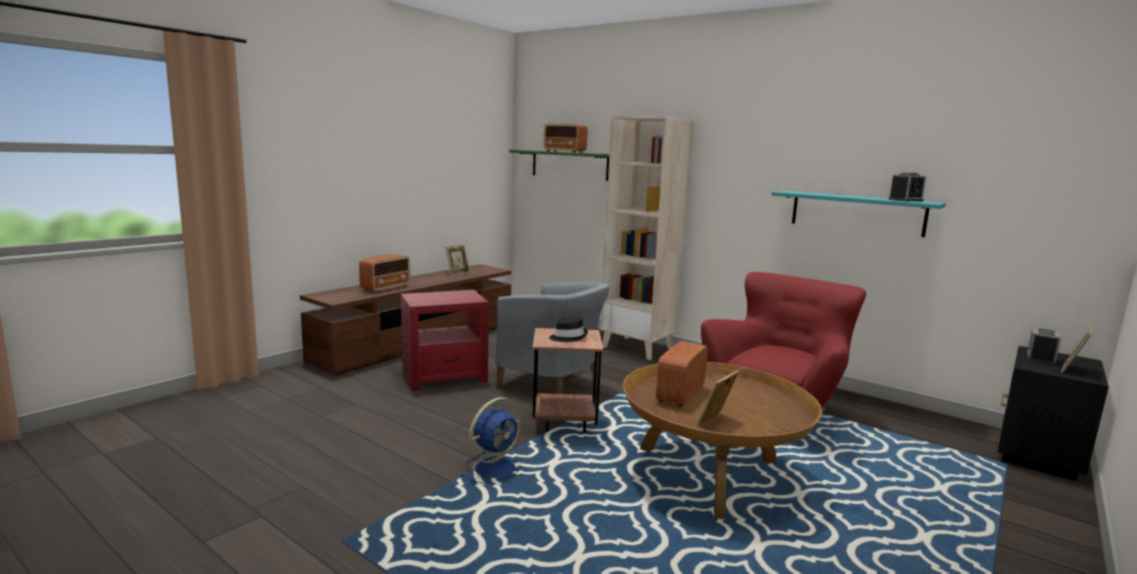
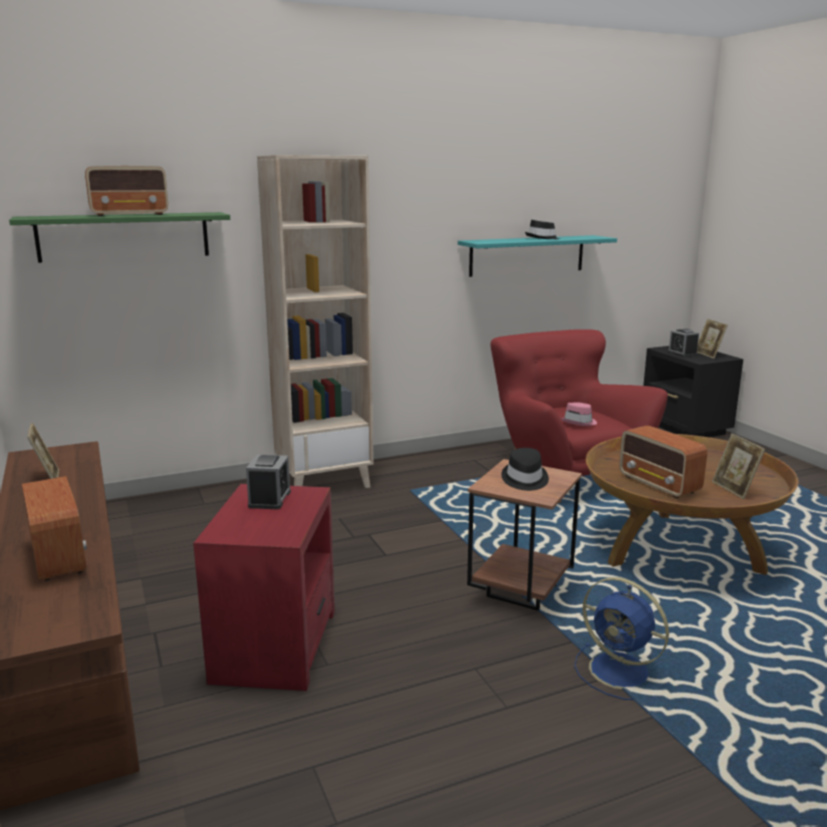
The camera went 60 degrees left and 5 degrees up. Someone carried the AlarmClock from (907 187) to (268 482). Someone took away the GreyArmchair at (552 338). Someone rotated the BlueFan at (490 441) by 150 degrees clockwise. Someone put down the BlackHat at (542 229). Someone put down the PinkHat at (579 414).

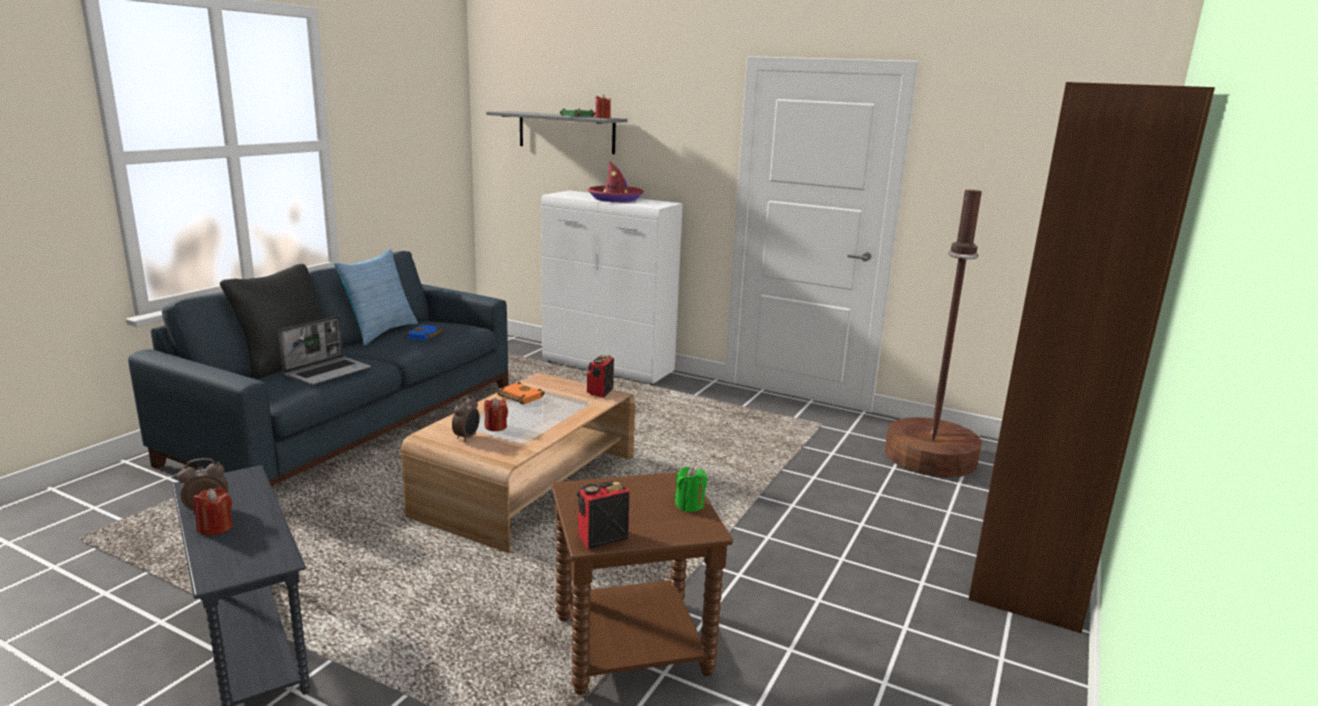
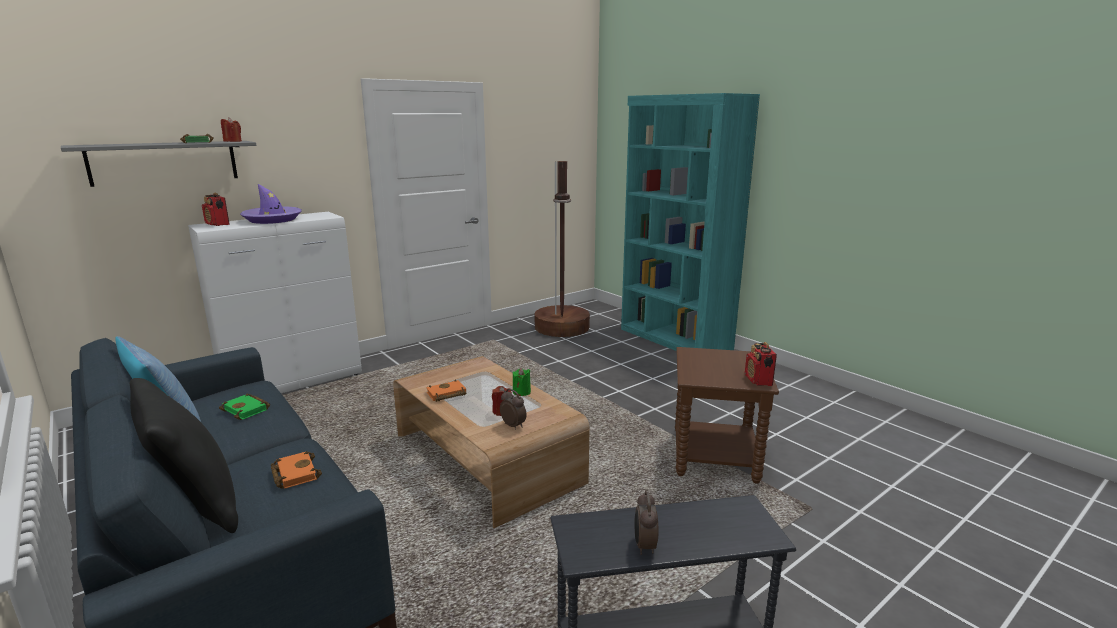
The camera went 65 degrees left and 0 degrees up. Someone repainted the BrownBookcase at (1091 357), which became the TurquoiseBookcase at (690 222). Someone repainted the RedHat at (615 181), which became the PurpleHat at (271 204). Someone swapped the Laptop at (325 350) for the OrangeBook at (296 470). Someone repainted the BlueBook at (423 332), which became the GreenBook at (244 406). Someone carried the Radio from (600 376) to (215 209). Someone carried the GreenCandle from (691 489) to (522 382). Someone took away the RedCandle at (212 511).

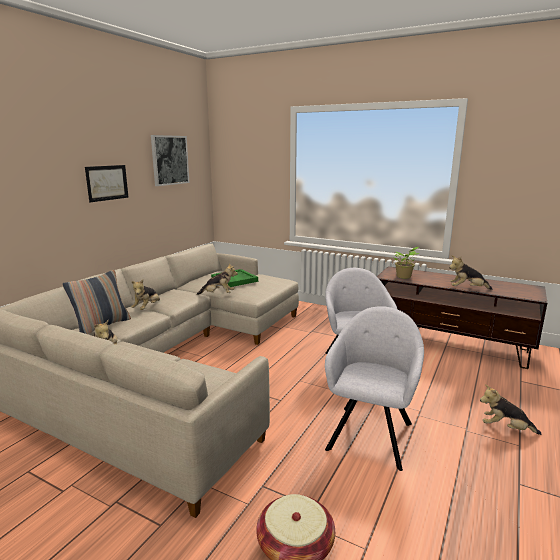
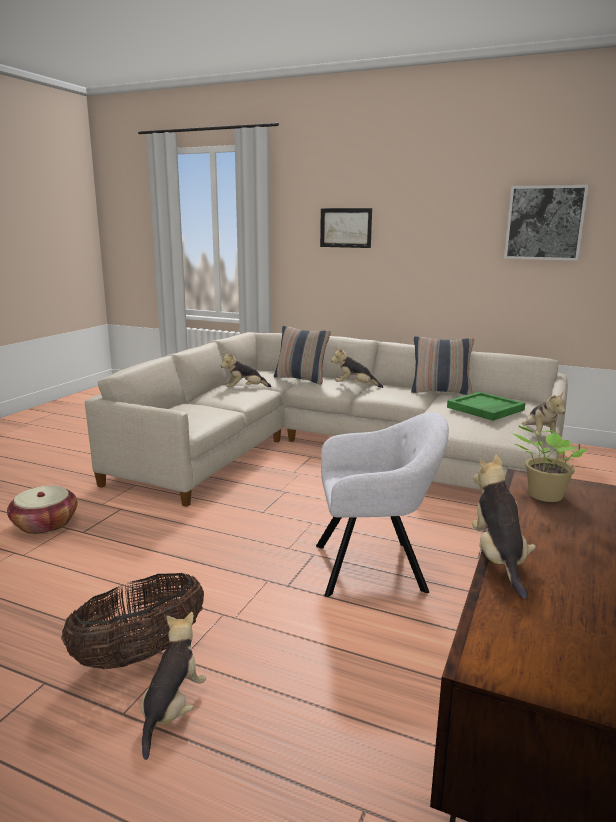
The camera went 85 degrees right and 0 degrees up. Someone carried the Picture from (106 183) to (346 228). Someone carried the PlushToy from (217 279) to (543 413). Someone took away the GreyArmchair at (374 388). Someone put down the Pillow at (442 365). Someone put down the Basket at (132 621).

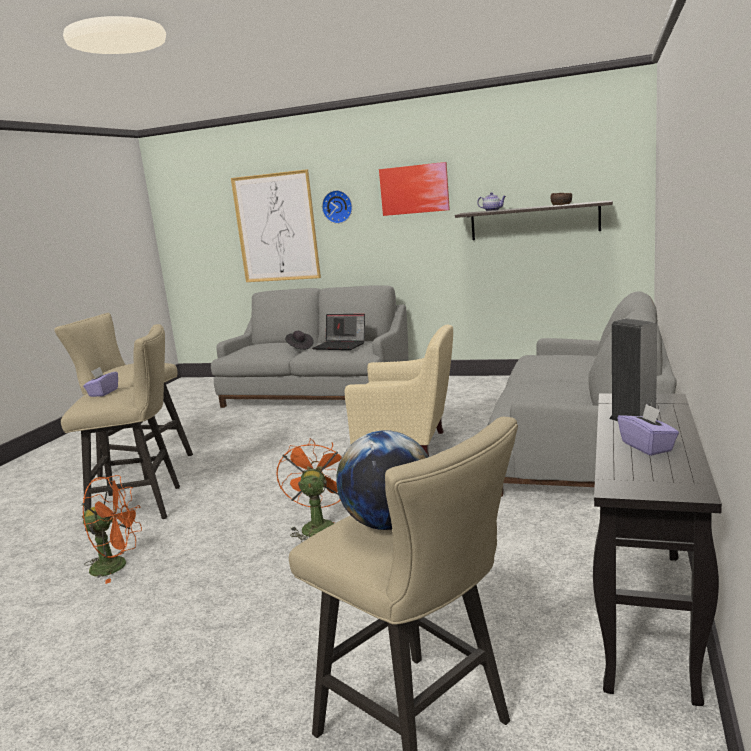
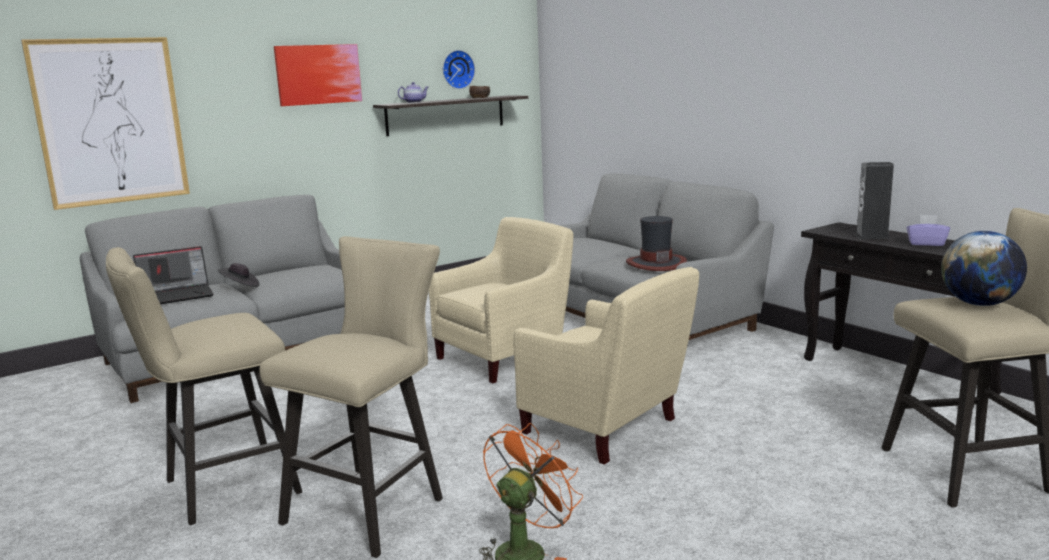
The camera went 55 degrees left and 0 degrees up. Someone carried the WallClock from (337 207) to (459 69). Someone carried the Laptop from (338 332) to (173 275). Someone took away the PurpleTissueBox at (100 382). Someone swapped the OrangeFan at (309 490) for the BeigeArmchair at (606 366). Someone put down the Hat at (656 243).

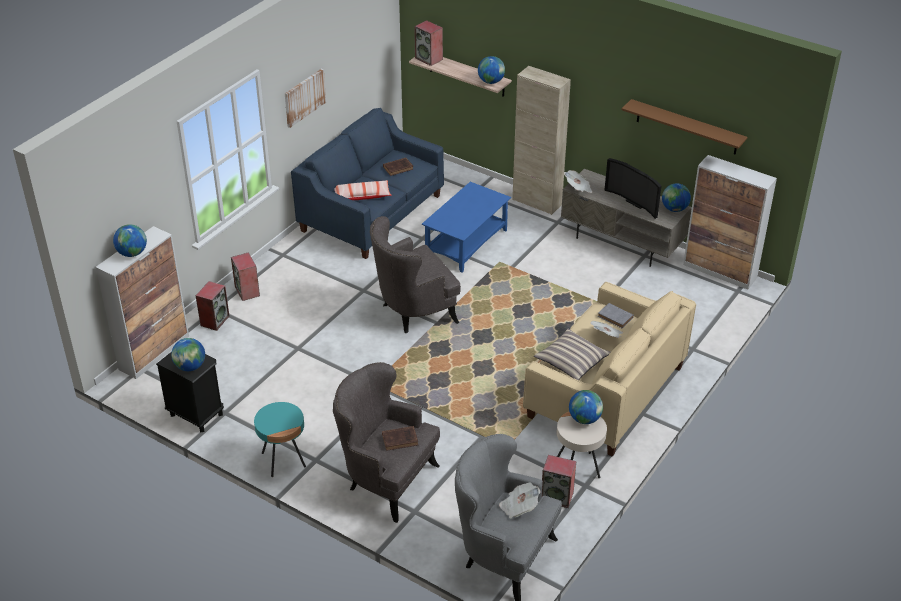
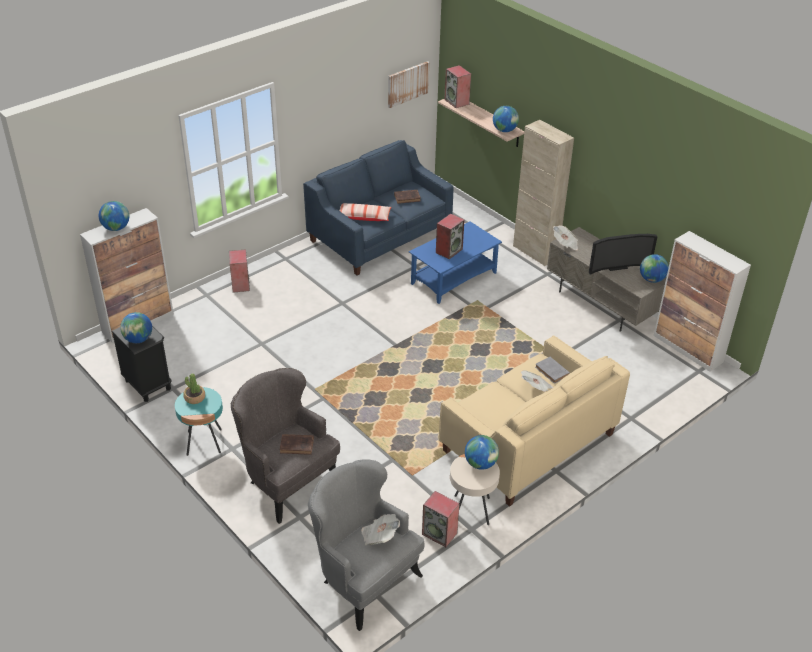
The camera went 15 degrees right and 0 degrees up. Someone carried the Picture from (305 98) to (408 84). Someone took away the BrownShelf at (684 127). Someone rotated the Television at (632 188) by 75 degrees counterclockwise. Someone took away the GreyArmchair at (415 274). Someone carried the Speaker from (213 306) to (450 236). Someone took away the Pillow at (572 354). Someone put down the PottedPlant at (194 389).

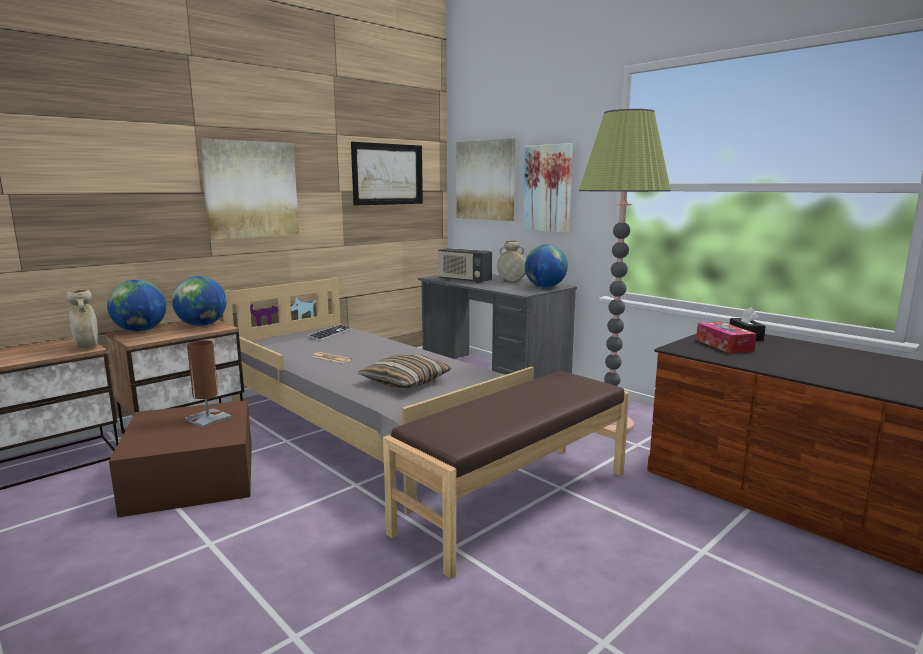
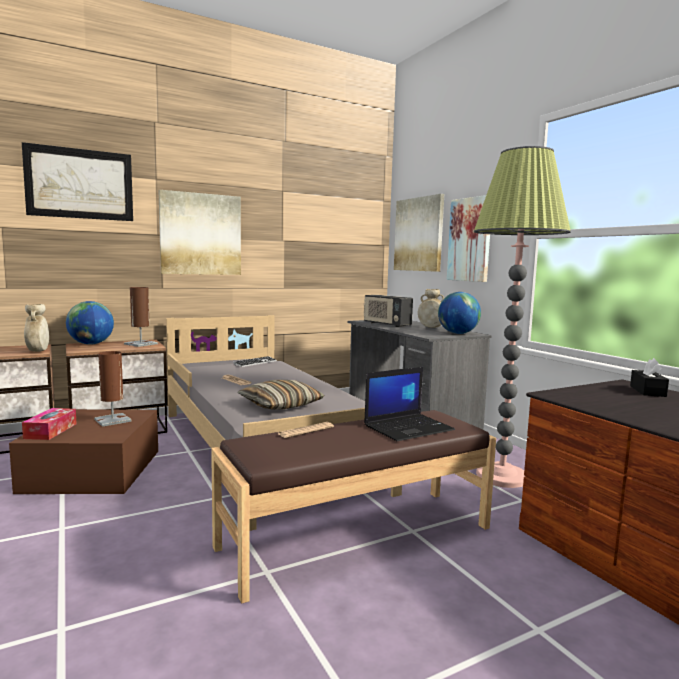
The camera went 15 degrees right and 5 degrees down. Someone carried the Picture from (387 173) to (77 181). Someone swapped the Globe at (199 301) for the BrownTableLamp at (141 317). Someone carried the TissueBox from (726 337) to (49 424). Someone put down the Laptop at (409 404). Someone put down the Newspaper at (306 430).

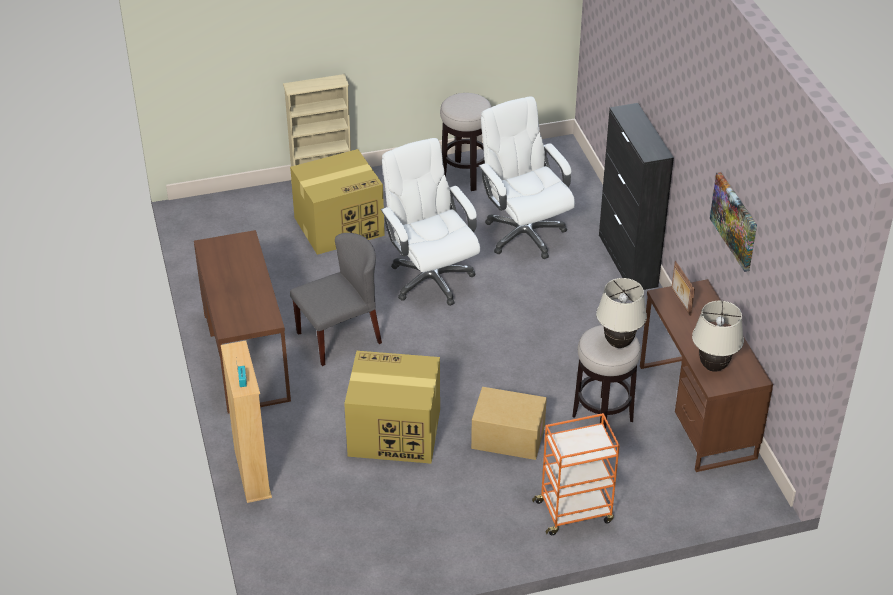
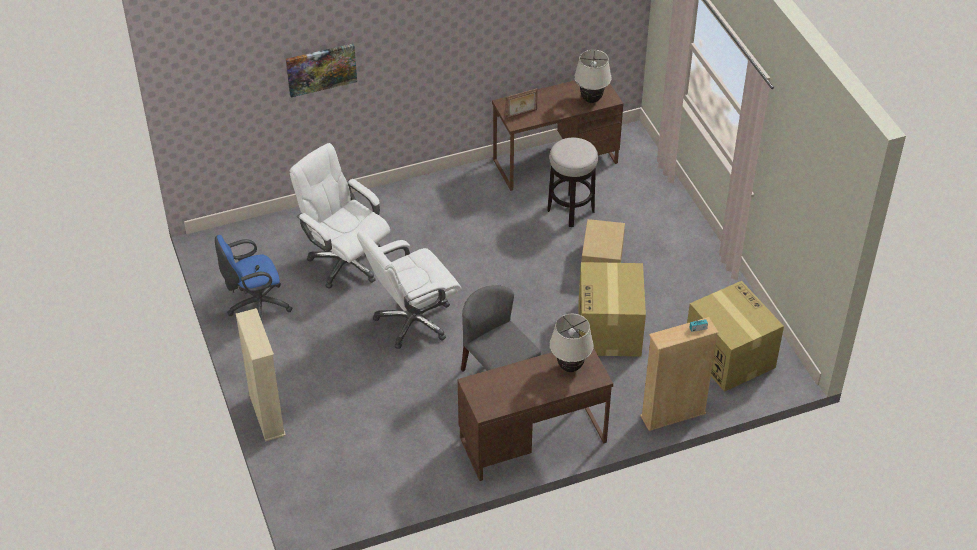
The camera went 95 degrees left and 5 degrees up. Someone swapped the Stool at (466 142) for the BlueOfficeChair at (253 276). Someone rotated the WhiteOfficeChair at (526 178) by 75 degrees clockwise. Someone took away the BlackCabinet at (636 196). Someone carried the CardboardBox from (337 202) to (735 336). Someone carried the Picture from (733 222) to (321 70). Someone carried the BeigeTableLamp from (621 313) to (571 343). Someone took away the OrangeCart at (576 474).

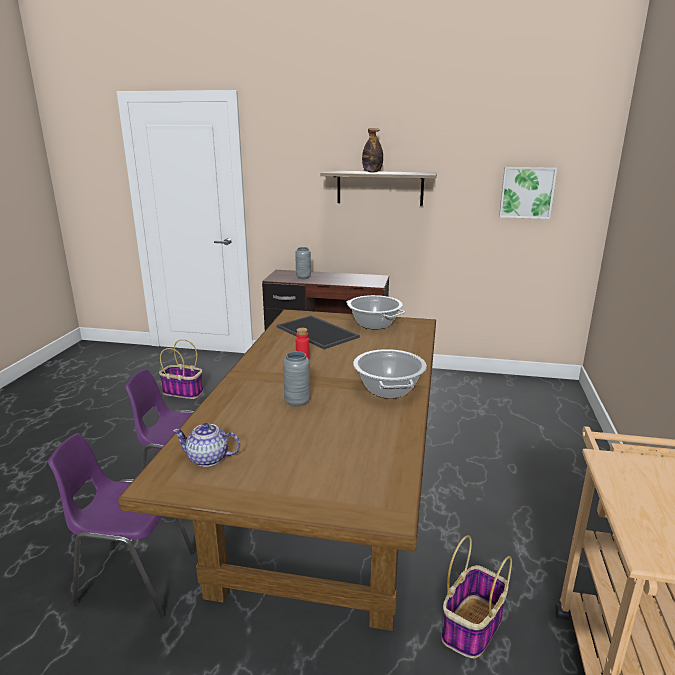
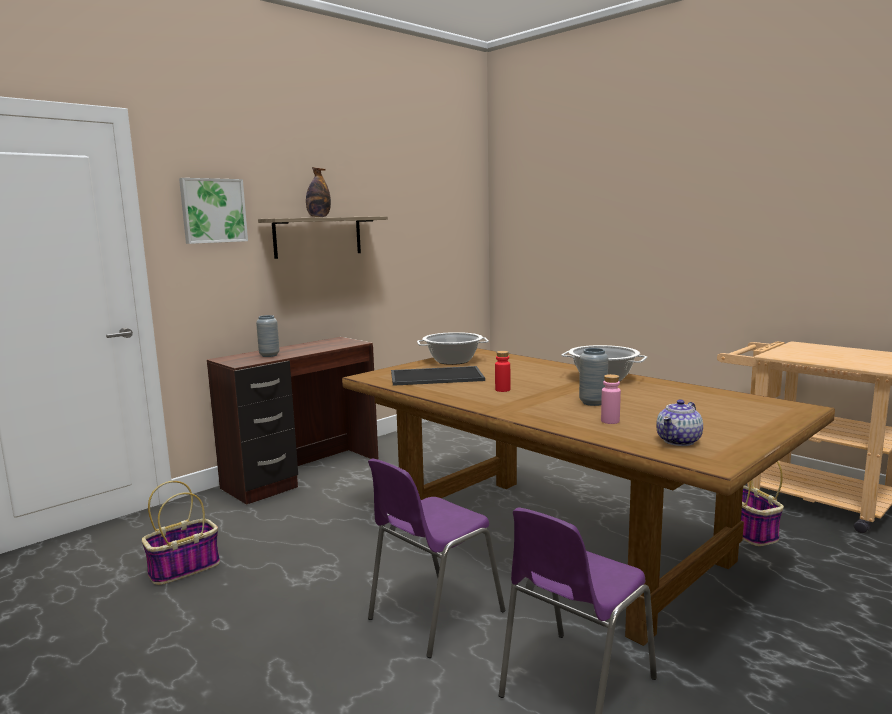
The camera went 55 degrees left and 10 degrees down. Someone carried the Picture from (528 193) to (213 211). Someone put down the PinkBottle at (611 399).

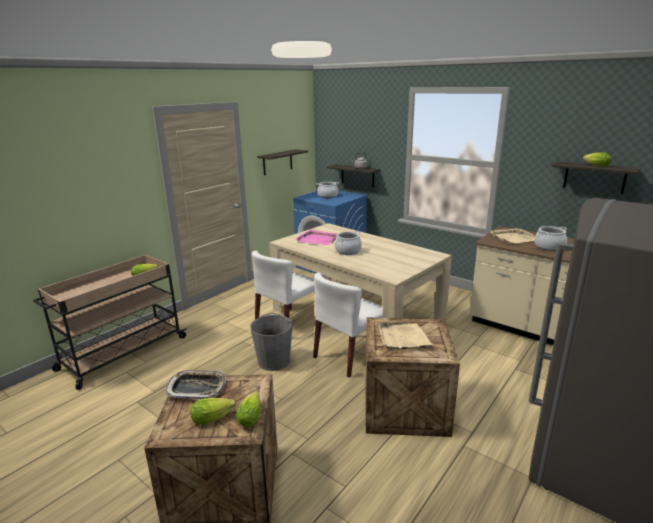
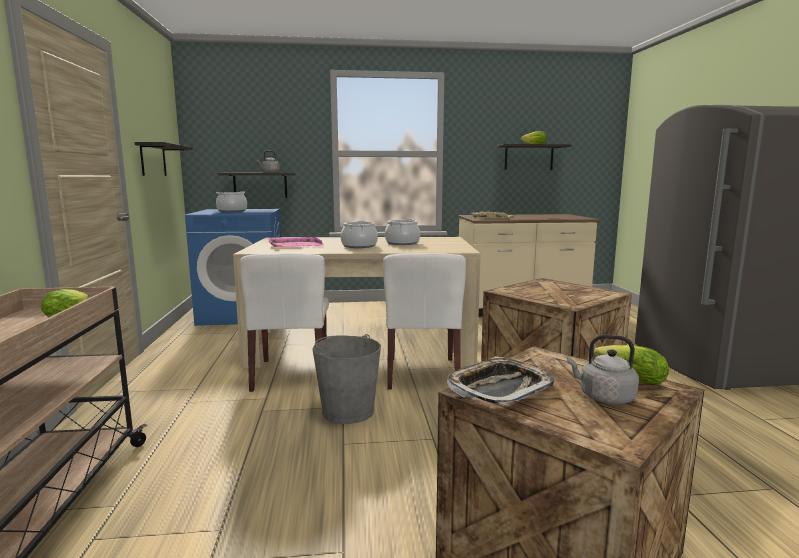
The camera went 45 degrees left and 10 degrees down. Someone carried the CookingPot from (550 238) to (402 232). Someone took away the BeigeTray at (406 335). Someone swapped the Lettuce at (213 411) for the GreyKettle at (603 369).

